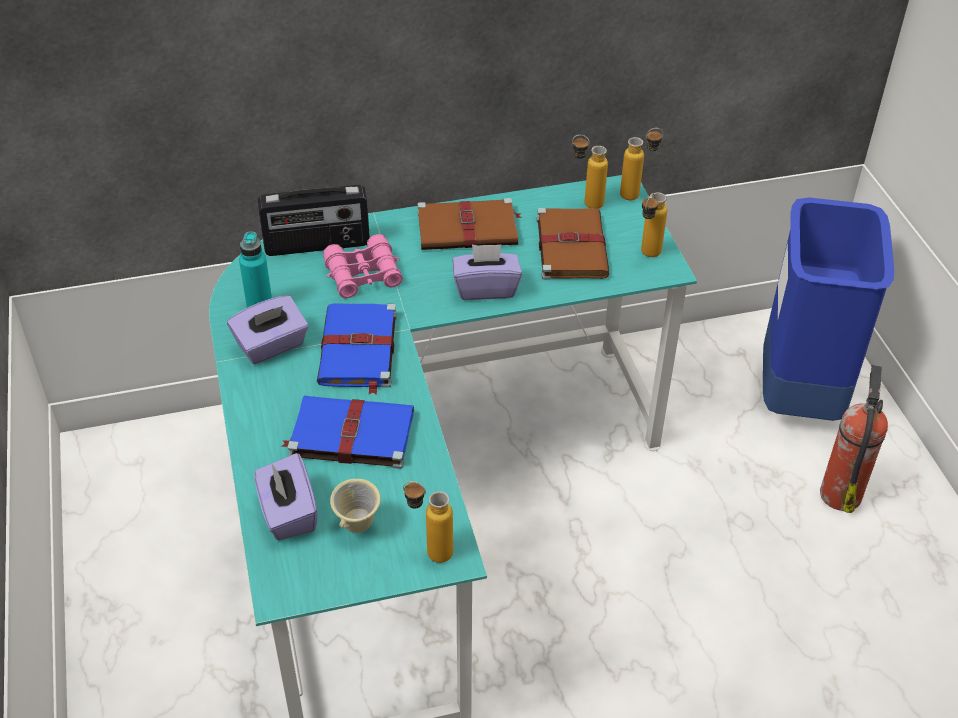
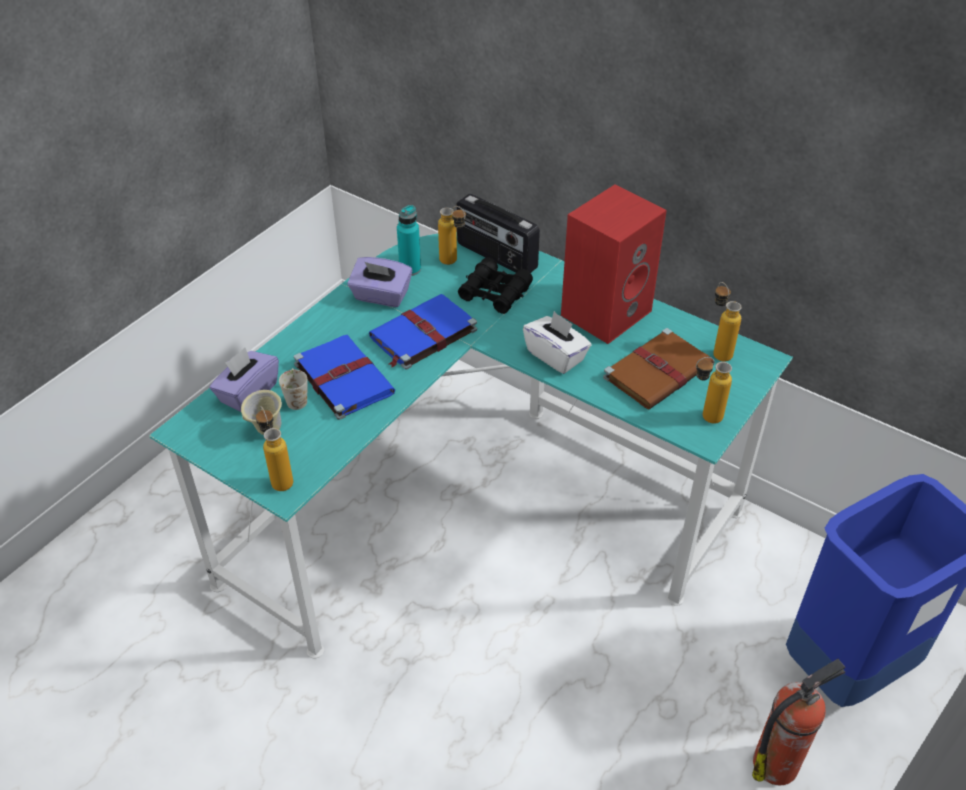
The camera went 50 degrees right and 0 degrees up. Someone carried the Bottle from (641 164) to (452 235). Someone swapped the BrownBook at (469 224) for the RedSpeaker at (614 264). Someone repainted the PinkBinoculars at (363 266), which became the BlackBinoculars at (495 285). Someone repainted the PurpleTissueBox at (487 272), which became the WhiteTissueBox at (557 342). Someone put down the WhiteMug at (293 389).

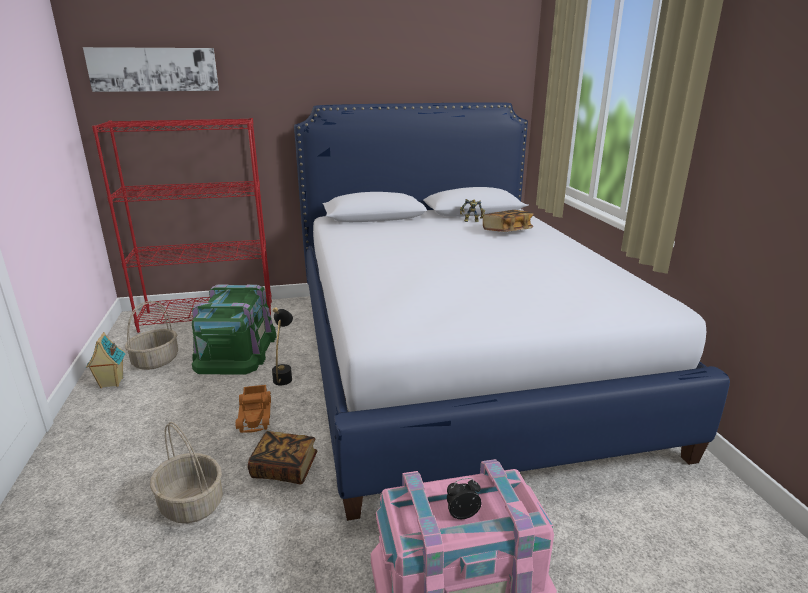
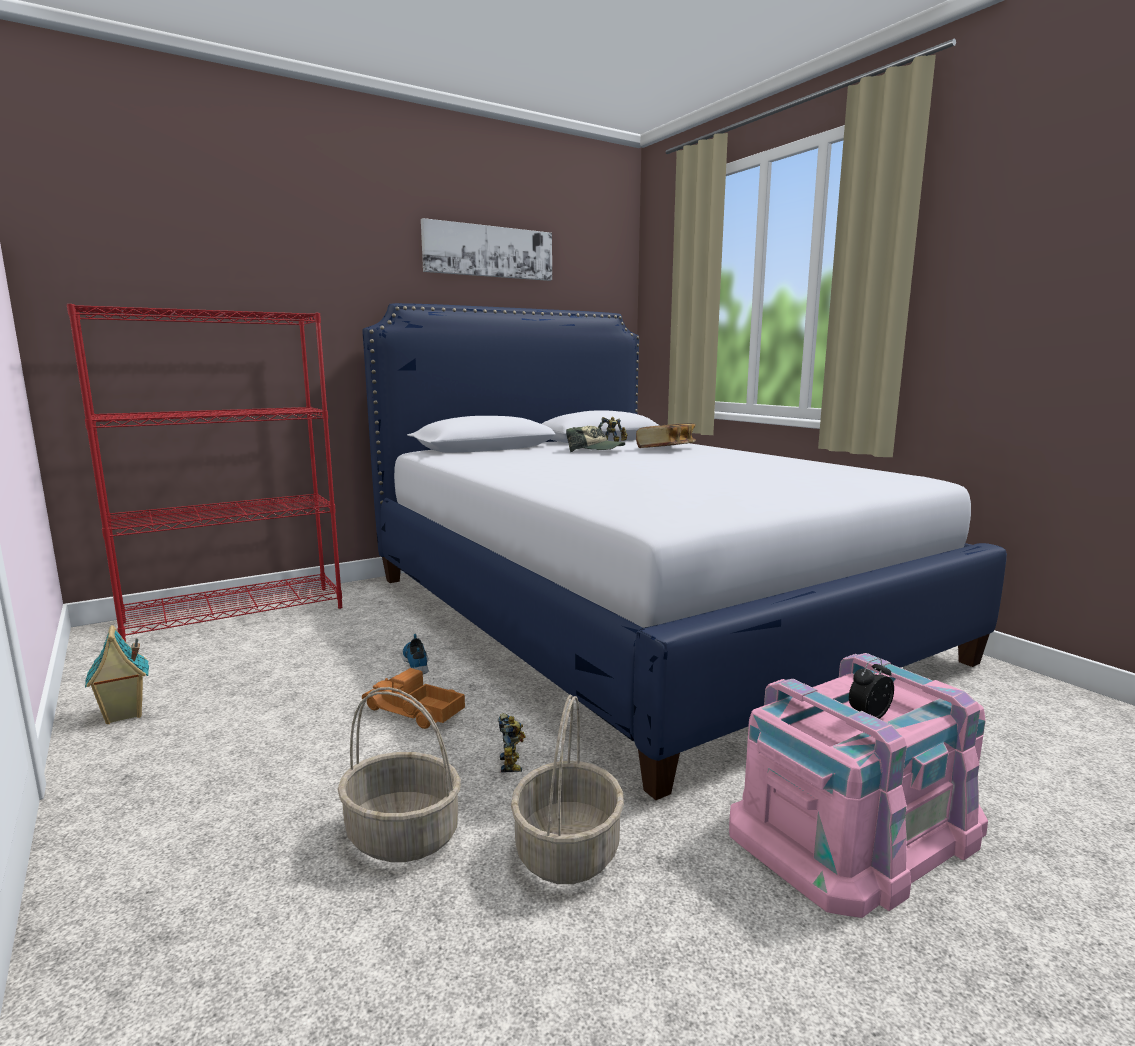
The camera went 20 degrees left and 10 degrees down. Someone carried the Picture from (151 69) to (486 249). Someone took away the GreenStorageBox at (234 329). Someone carried the Basket from (151 335) to (567 789). Someone swapped the BlackTableLamp at (282 346) for the Shoe at (415 654). Someone rotated the ToyTruck at (253 409) by 150 degrees clockwise. Someone swapped the Book at (282 458) for the ToyRobot at (512 743). Someone put down the Cap at (595 439).

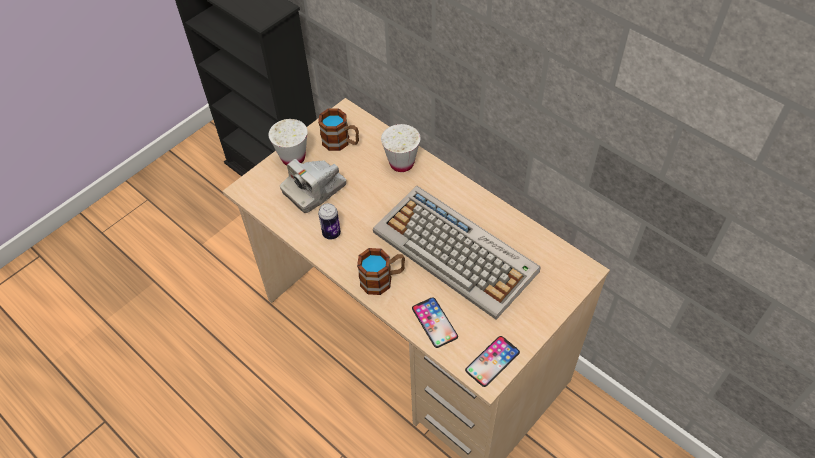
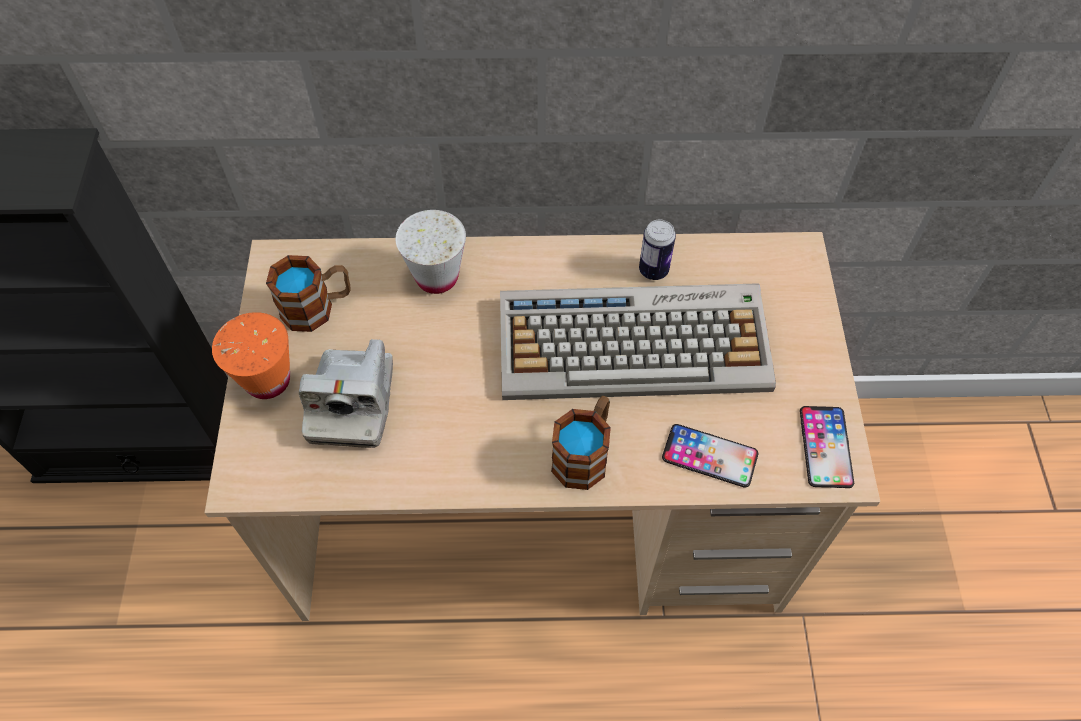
The camera went 45 degrees left and 5 degrees up. Someone repainted the WhiteCup at (288 142), which became the OrangeCup at (251 355). Someone carried the Can from (329 221) to (657 250).

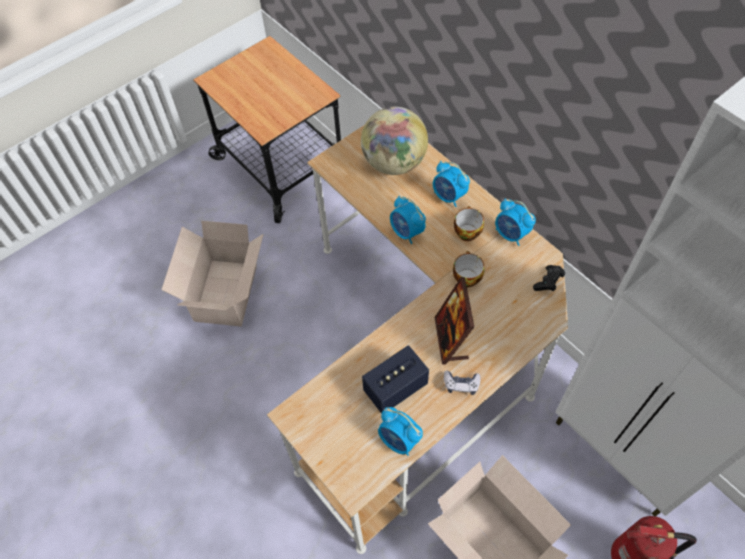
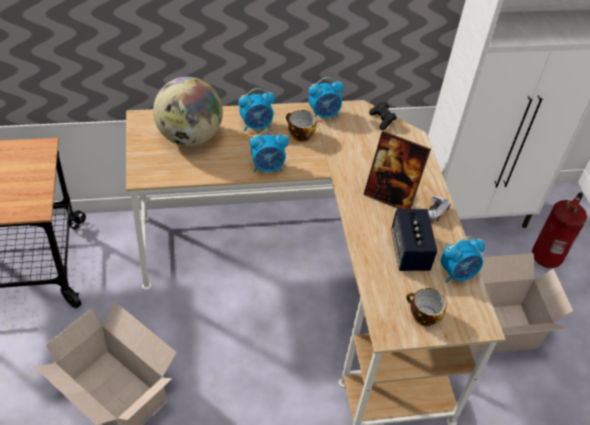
The camera went 65 degrees left and 10 degrees down. Someone carried the Cup from (468 269) to (426 307).

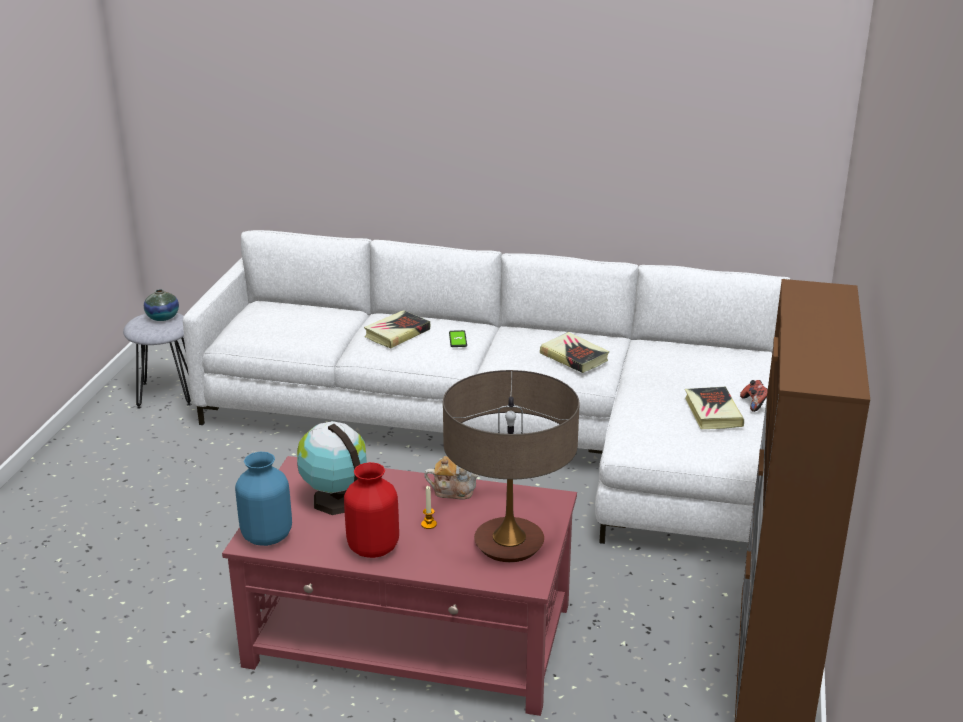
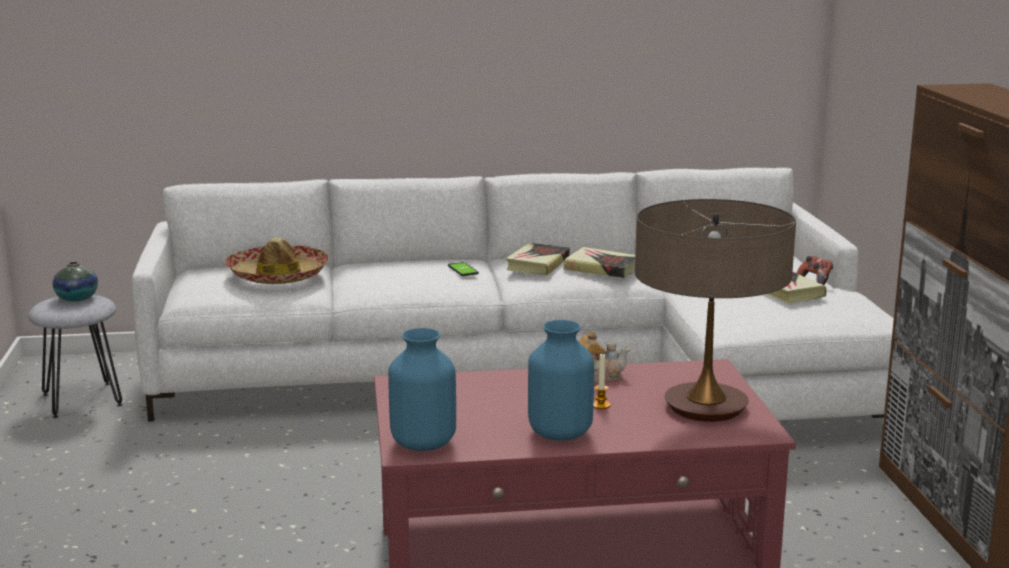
The camera went 20 degrees left and 10 degrees down. Someone carried the Book from (397 329) to (538 259). Someone took away the Globe at (332 468). Someone repainted the RedVase at (371 510), which became the BlueVase at (561 380). Someone put down the Hat at (277 260).

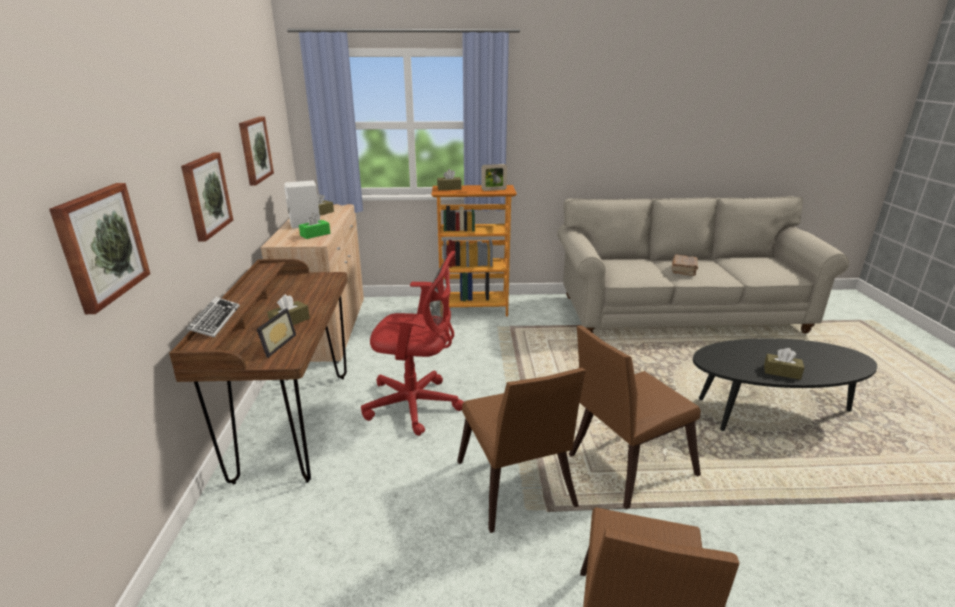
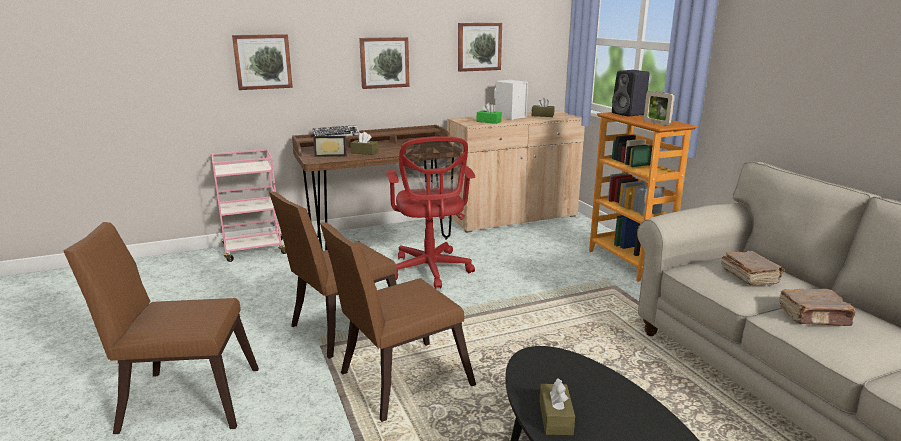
The camera went 70 degrees right and 5 degrees down. Someone swapped the BrownTissueBox at (449 179) for the BlackSpeaker at (631 93). Someone rotated the BrownChair at (635 417) by 75 degrees counterclockwise. Someone put down the PinkCart at (249 205). Someone put down the BrownBook at (753 268).

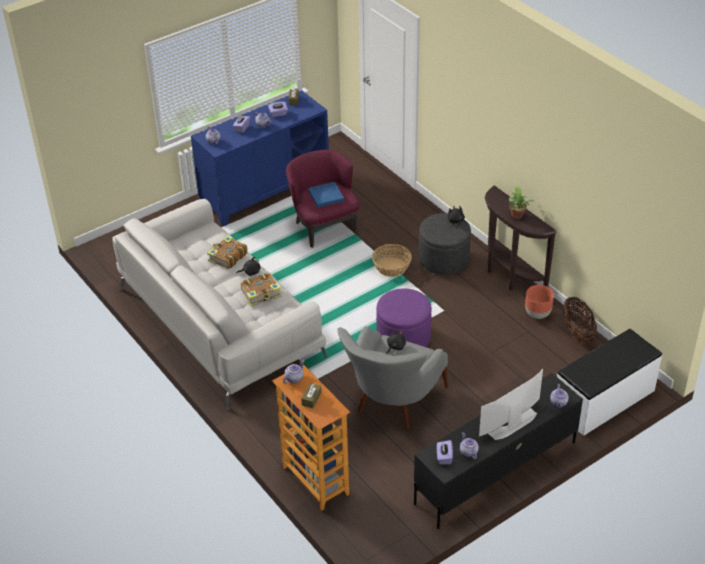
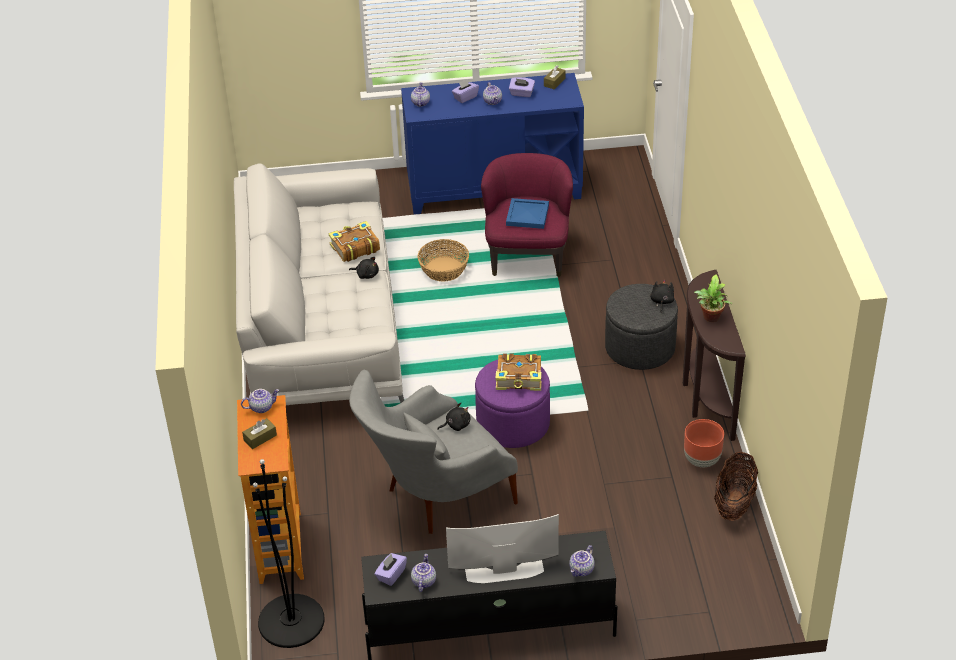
The camera went 30 degrees right and 0 degrees up. Someone carried the Basket from (392 260) to (443 260). Someone carried the Book from (261 289) to (518 372). Someone took away the WhiteBench at (609 382). Someone put down the BlackFloorLamp at (289 553).

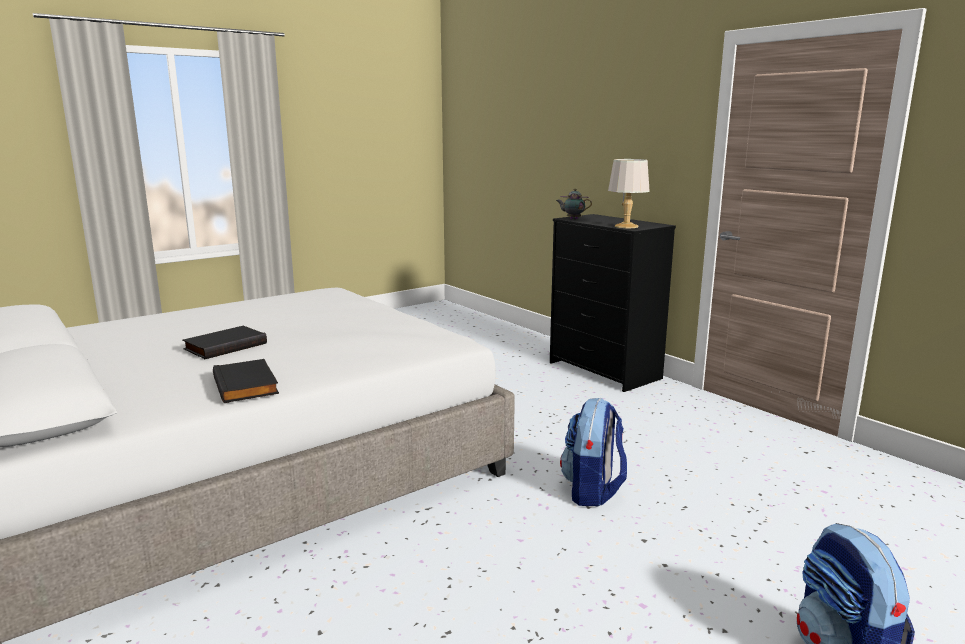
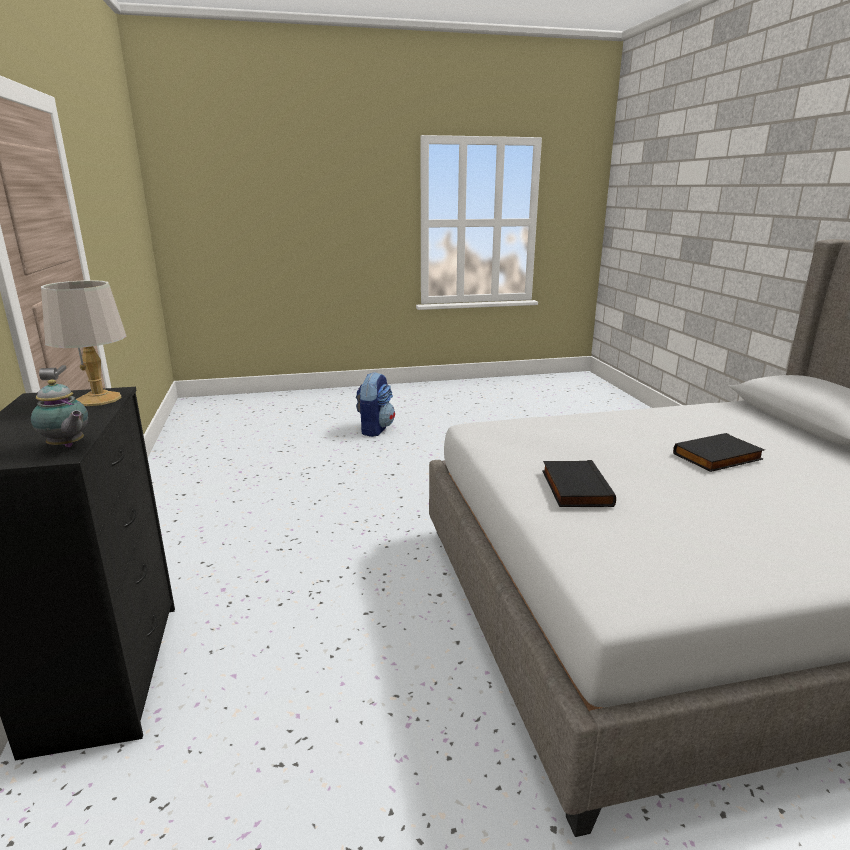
The camera went 155 degrees left and 5 degrees up. Someone carried the BlackBook from (246 381) to (579 483). Someone took away the Backpack at (593 452).

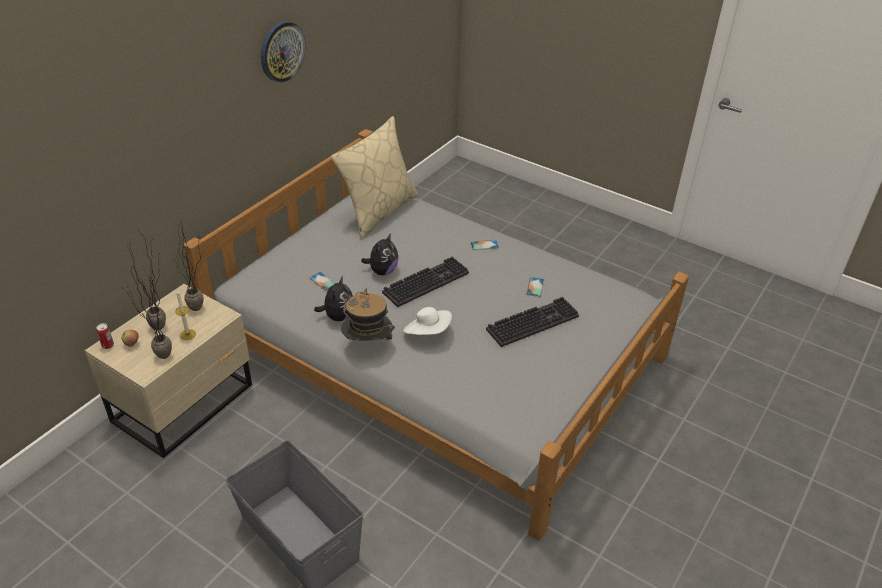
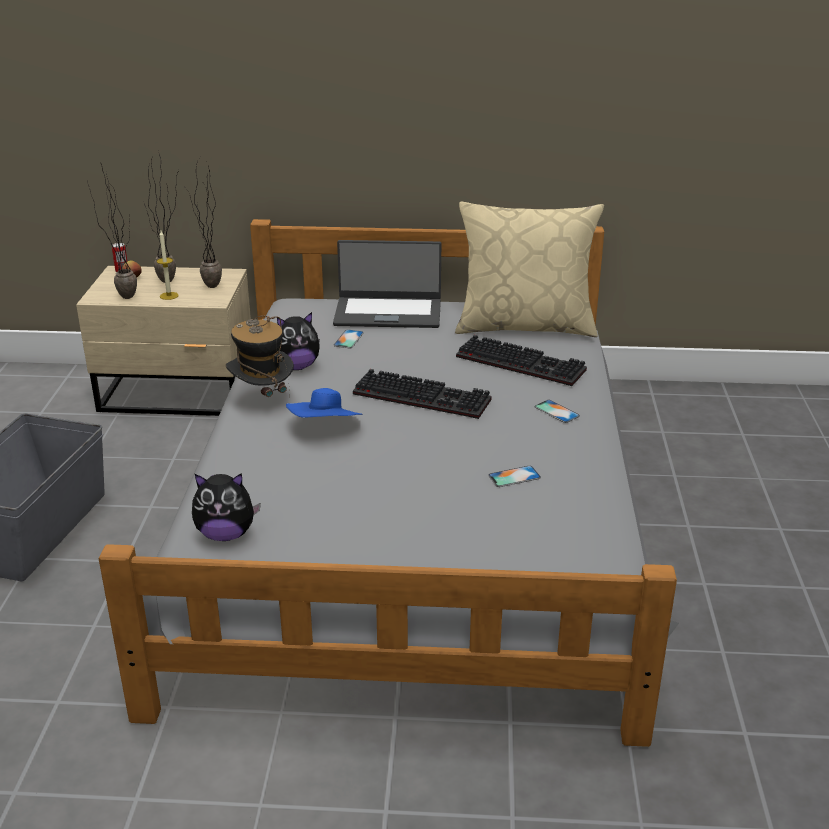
The camera went 60 degrees right and 10 degrees down. Someone took away the WallClock at (283 51). Someone carried the PlushToy from (379 254) to (226 507). Someone carried the Keyboard from (532 322) to (521 360). Someone repainted the WhiteHat at (427 321), which became the BlueHat at (324 403). Someone put down the Laptop at (387 284).

